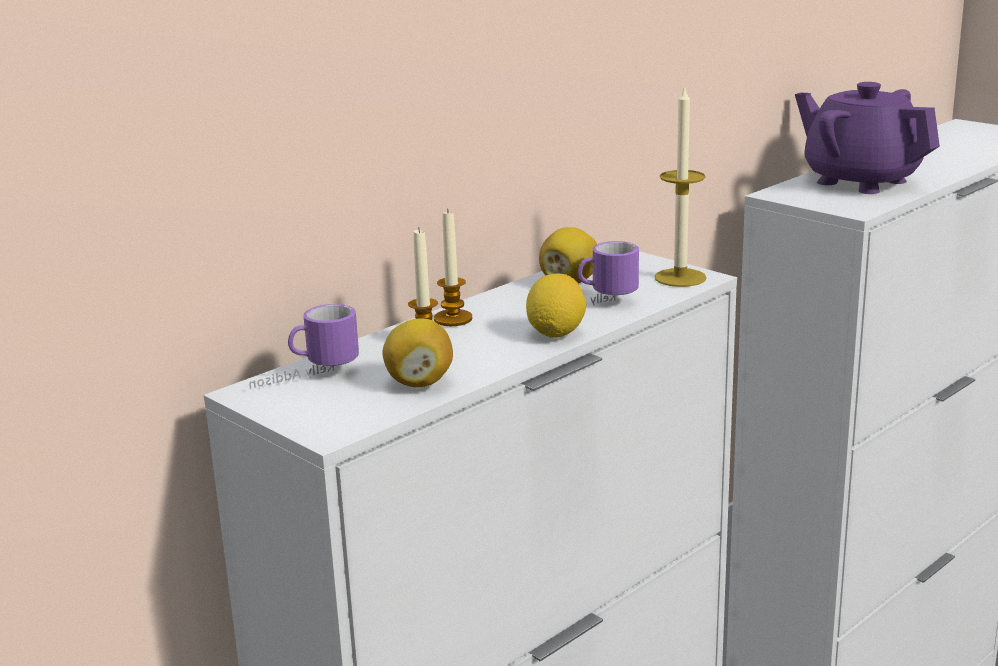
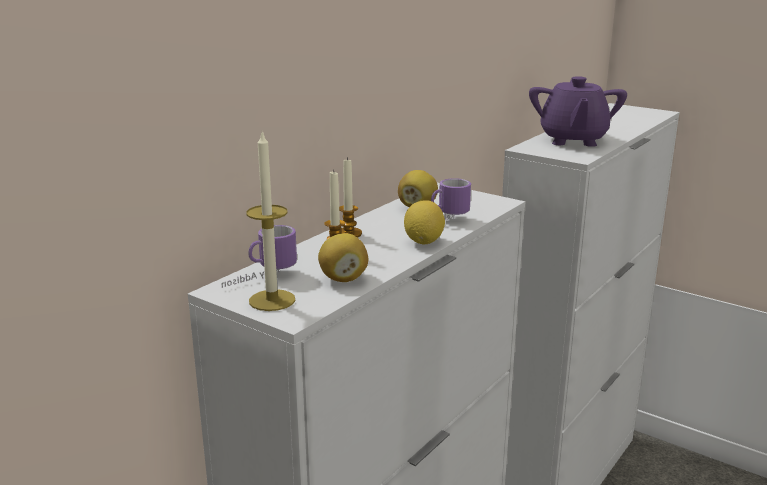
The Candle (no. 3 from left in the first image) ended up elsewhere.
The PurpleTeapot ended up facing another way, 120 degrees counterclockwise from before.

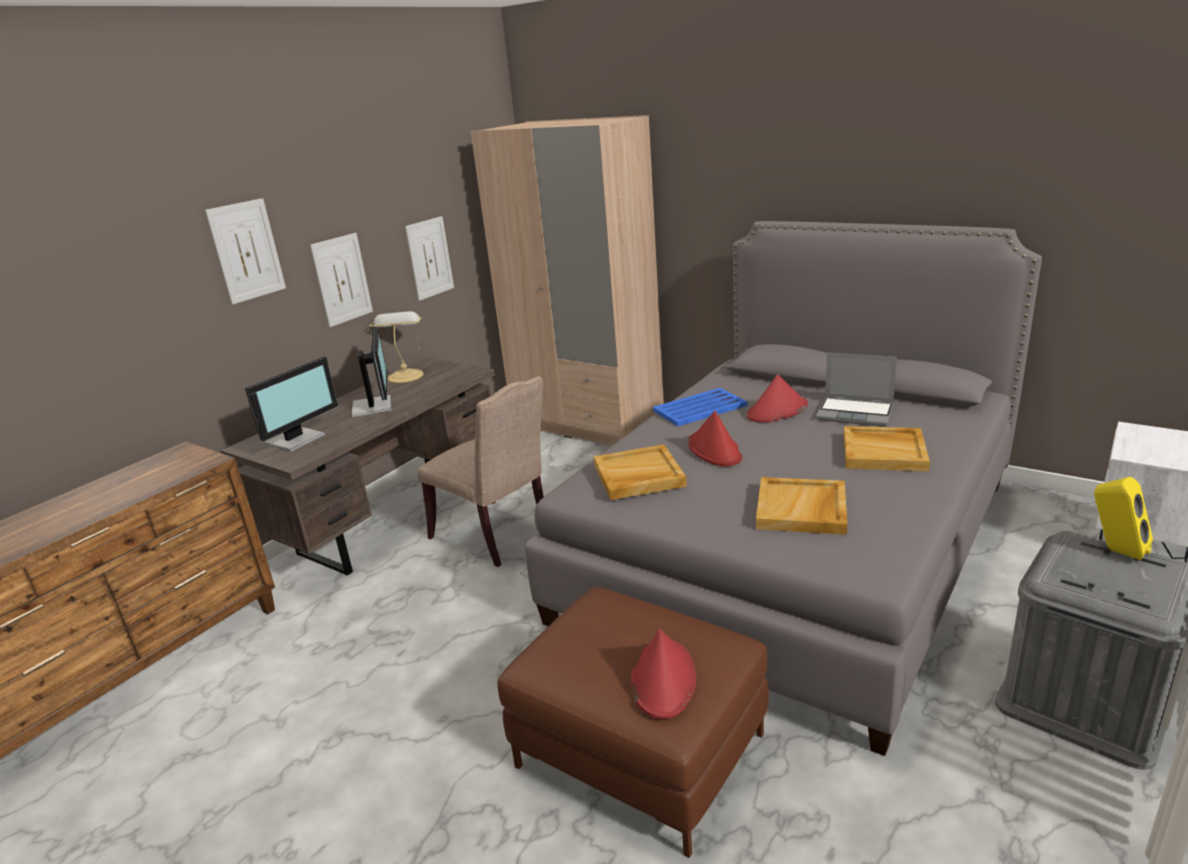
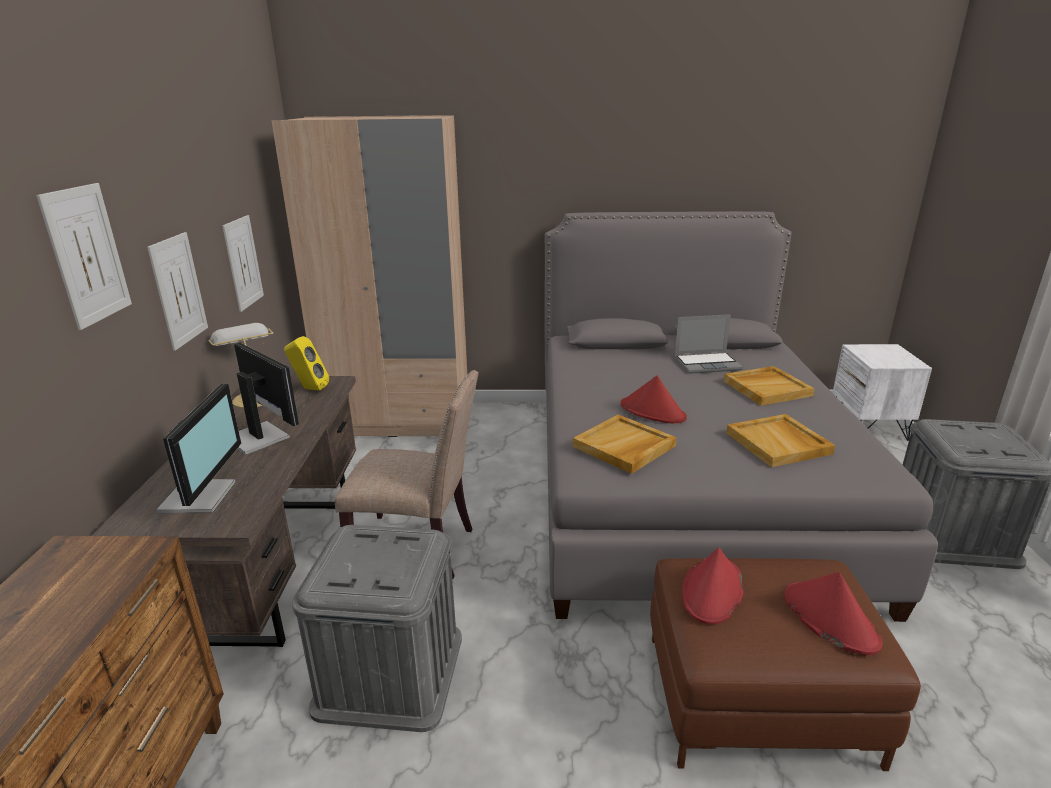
The second view lost the BlueTray.
The second view gained the GreyStorageBox (no. 1 from left).
The RedHat (no. 3 from left in the first image) ended up elsewhere.
The YellowSpeaker ended up elsewhere.

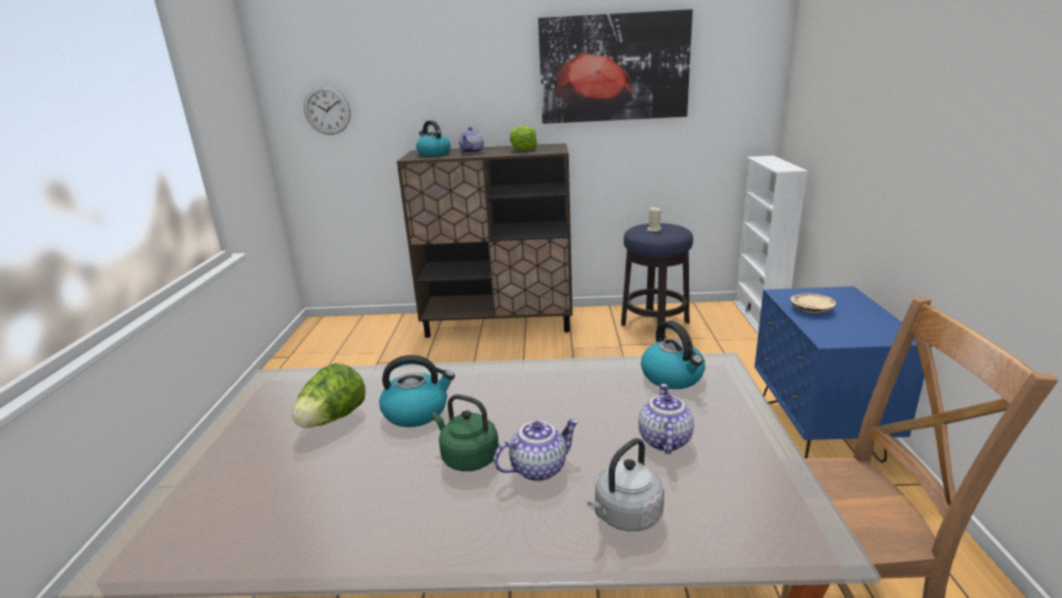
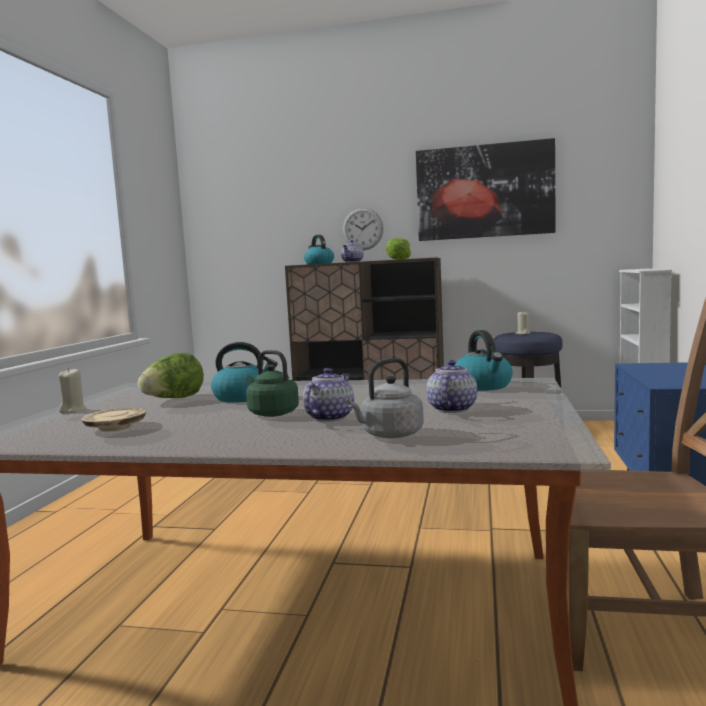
The second view gained the BeigeCandle (no. 1 from left).
The WallClock ended up elsewhere.
The BeigePlate ended up elsewhere.
The Teapot (no. 2 from left in the first image) ended up facing another way, 45 degrees counterclockwise from before.

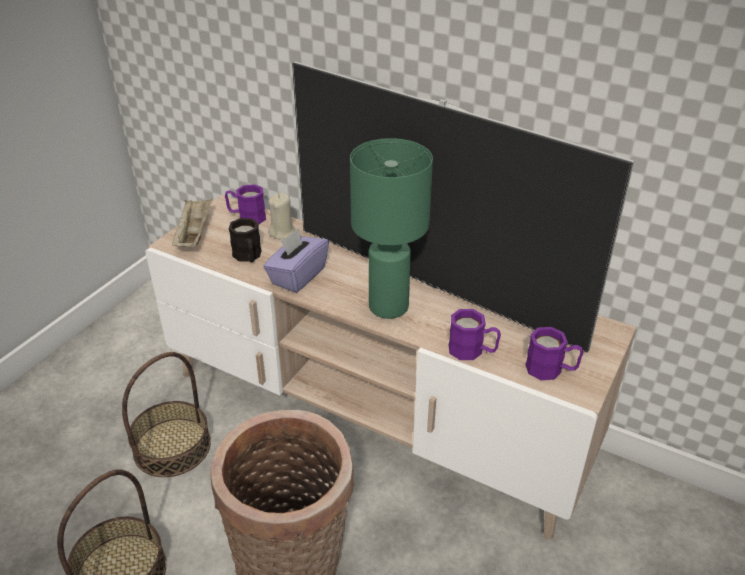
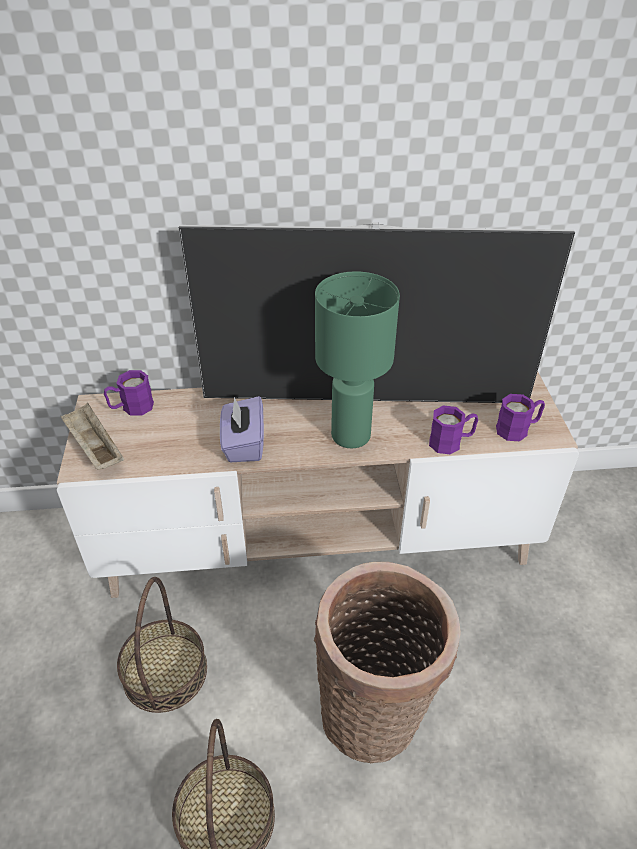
The second view lost the BlackMug.
The second view lost the BeigeCandle.

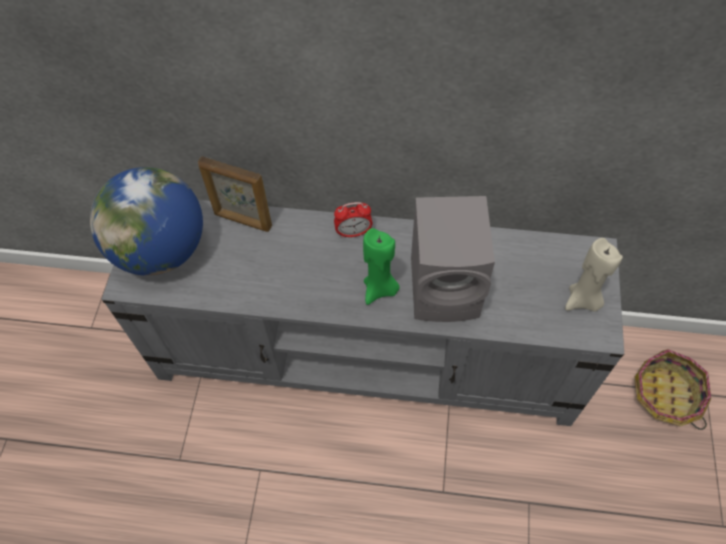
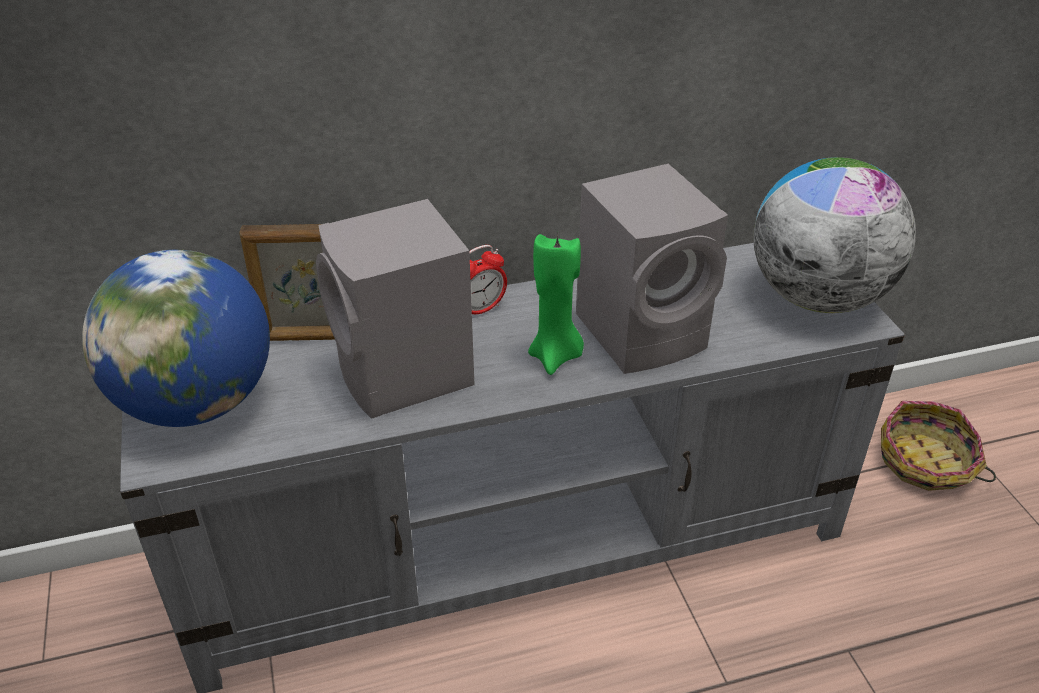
The second view gained the GreySpeaker (no. 1 from left).
Where the BeigeCandle stood, the Globe (no. 2 from left) came to stand.

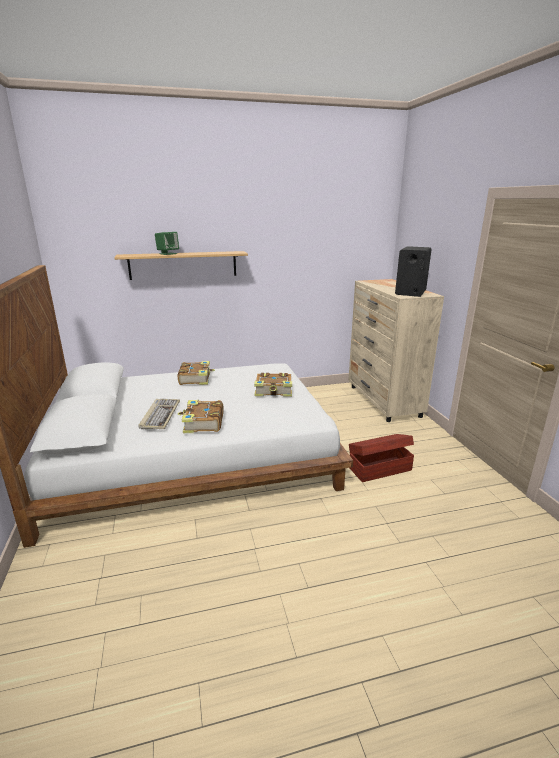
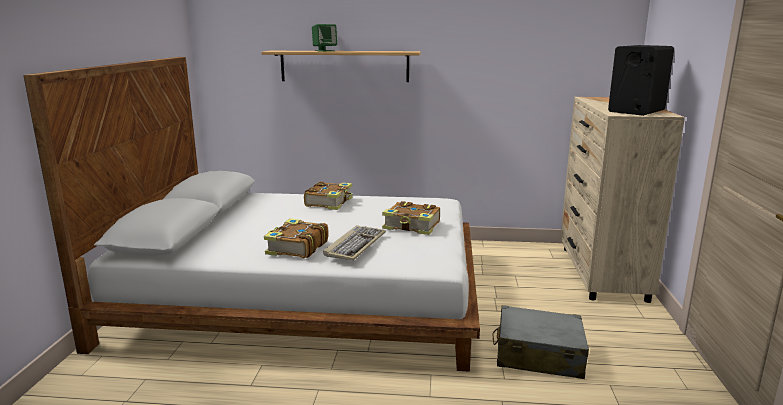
The Keyboard ended up elsewhere.
Where the BrownStorageBox stood, the GreySuitcase came to stand.

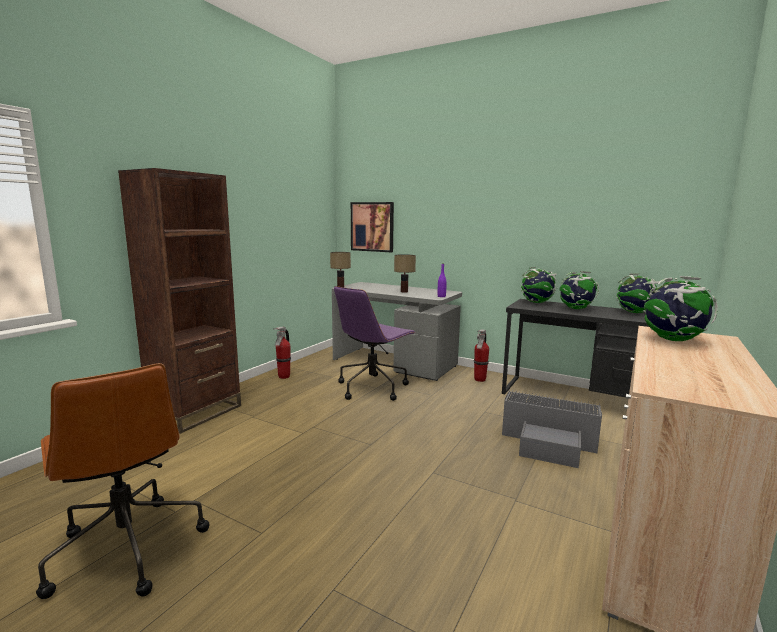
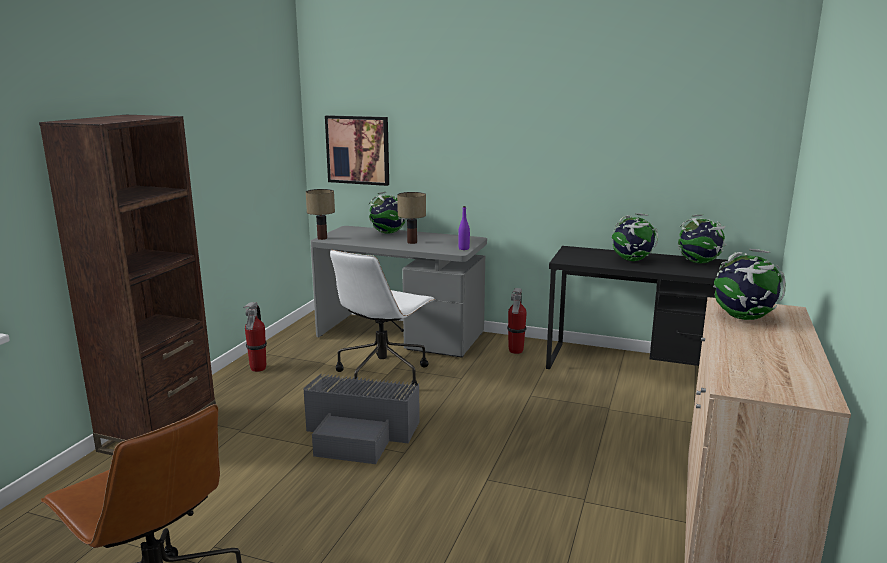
The GreyStorageBox ended up elsewhere.
The Globe (no. 1 from left) ended up elsewhere.
What was the PurpleOfficeChair turned into the WhiteOfficeChair.

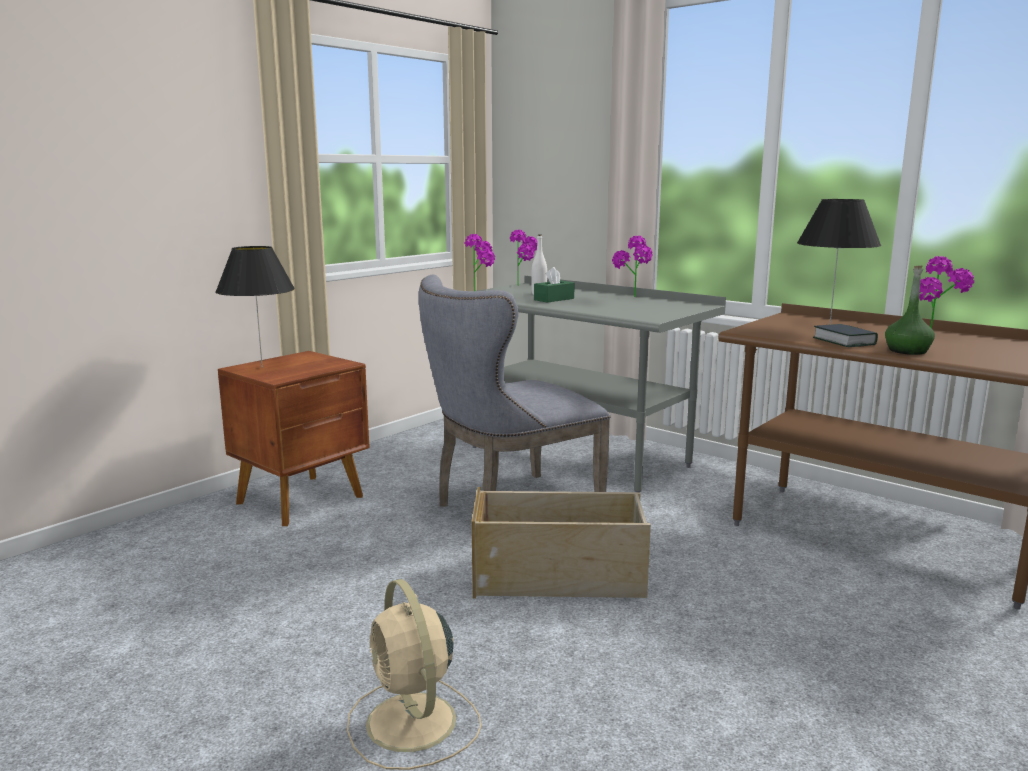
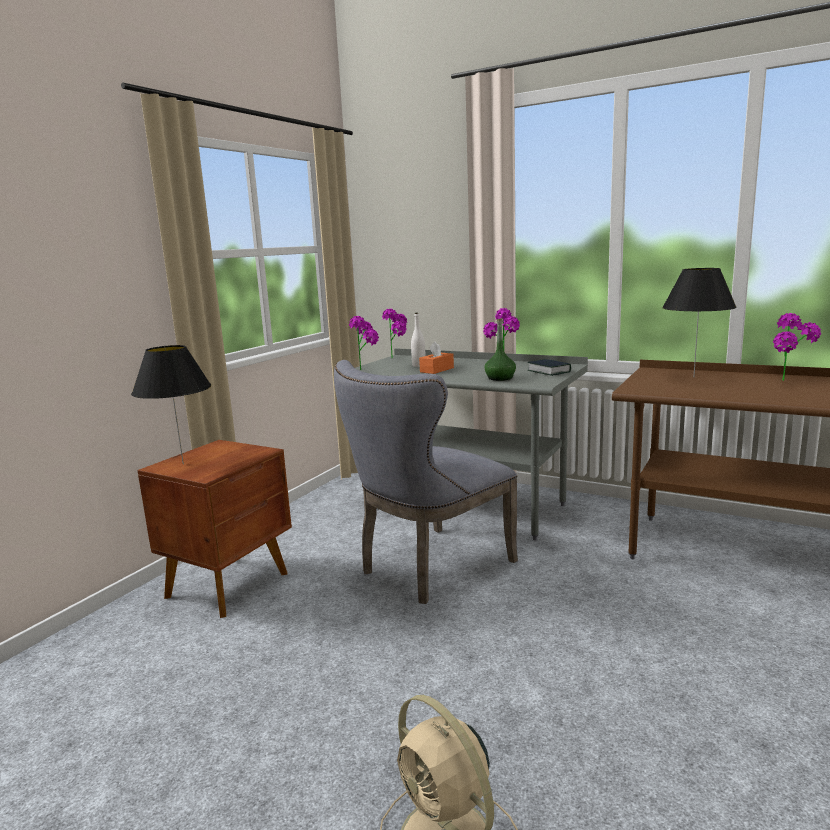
The second view lost the BeigeStorageBox.
The Book ended up elsewhere.
The GreenBottle ended up elsewhere.
What was the GreenTissueBox turned into the OrangeTissueBox.

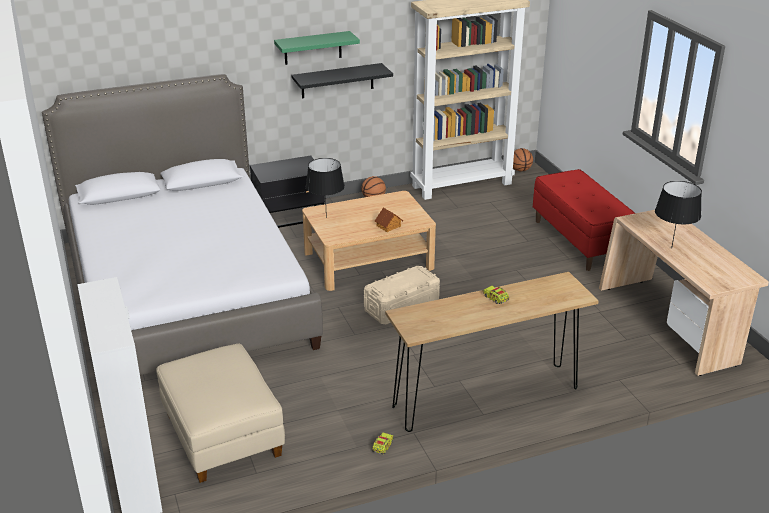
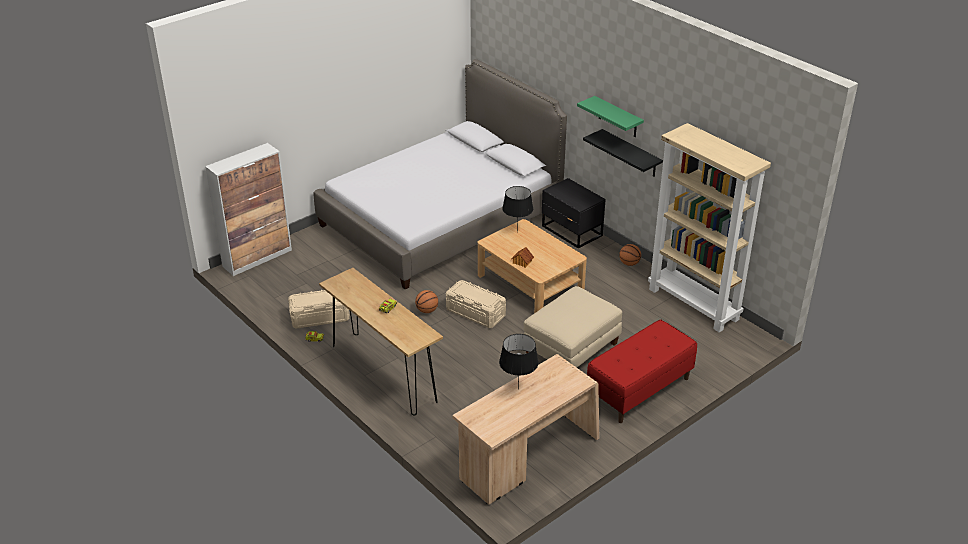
The second view gained the BeigeStorageBox (no. 1 from left).
The BeigeOttoman ended up elsewhere.
The Basketball (no. 2 from left in the first image) ended up elsewhere.

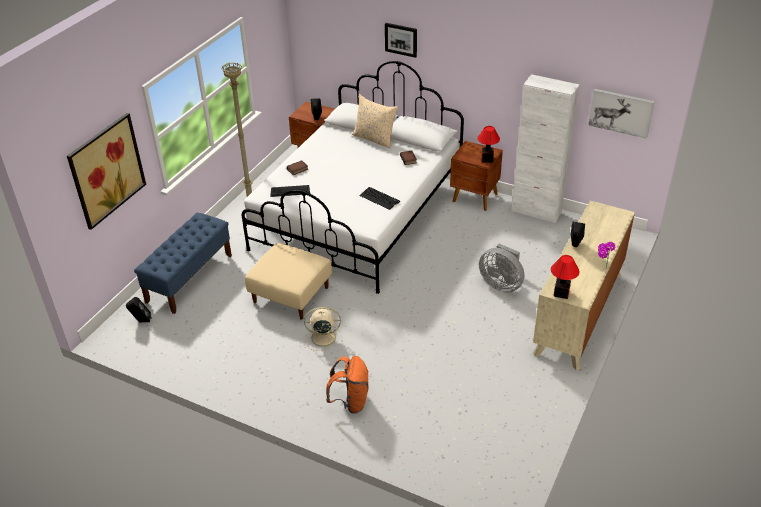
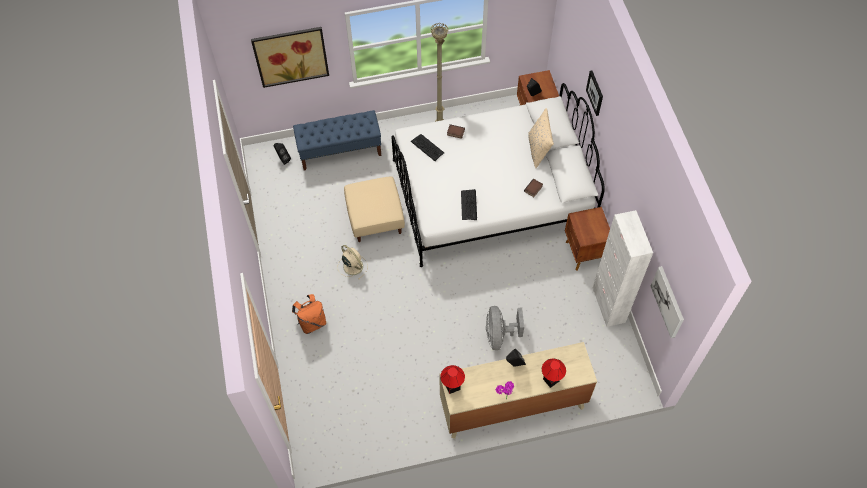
The TableLamp (no. 1 from left in the first image) ended up elsewhere.

